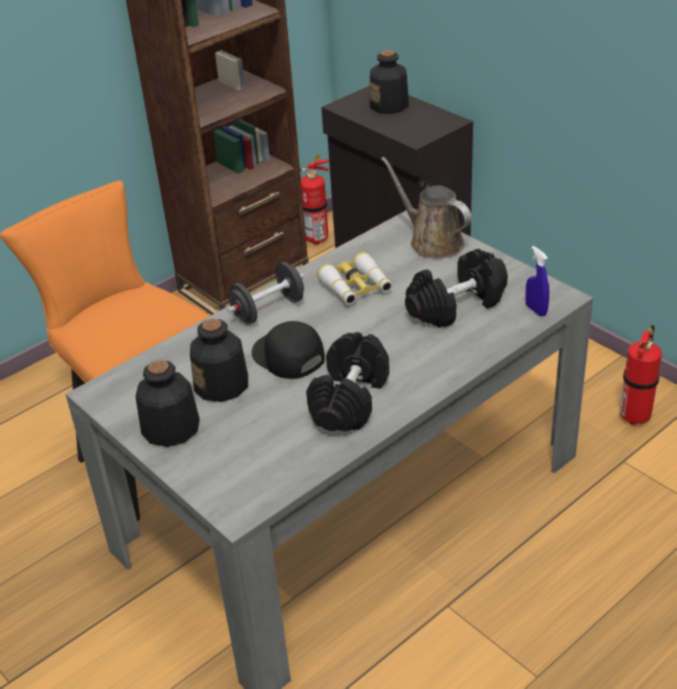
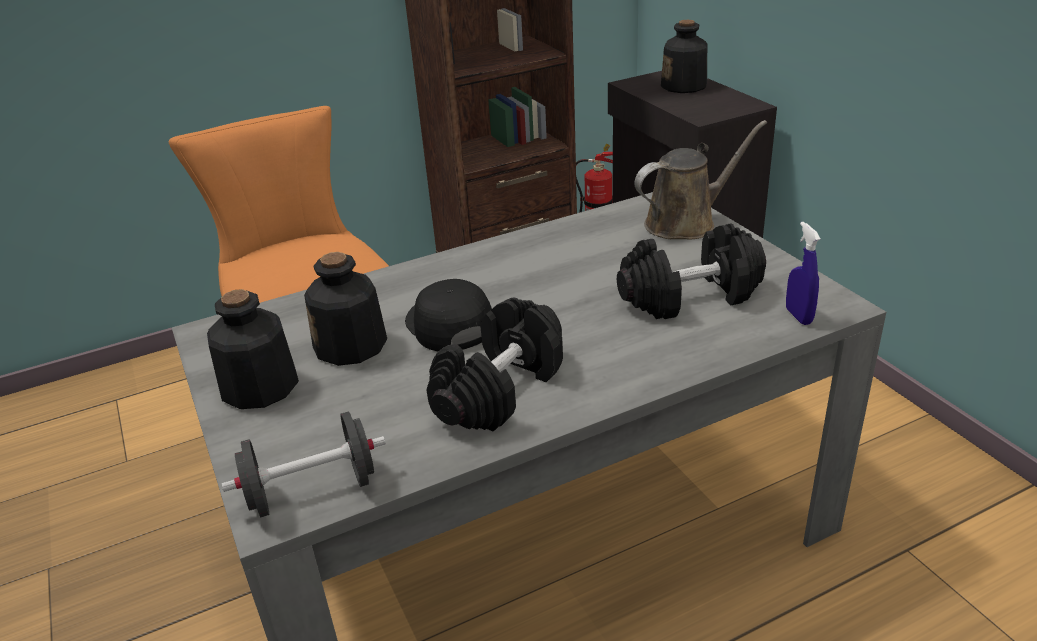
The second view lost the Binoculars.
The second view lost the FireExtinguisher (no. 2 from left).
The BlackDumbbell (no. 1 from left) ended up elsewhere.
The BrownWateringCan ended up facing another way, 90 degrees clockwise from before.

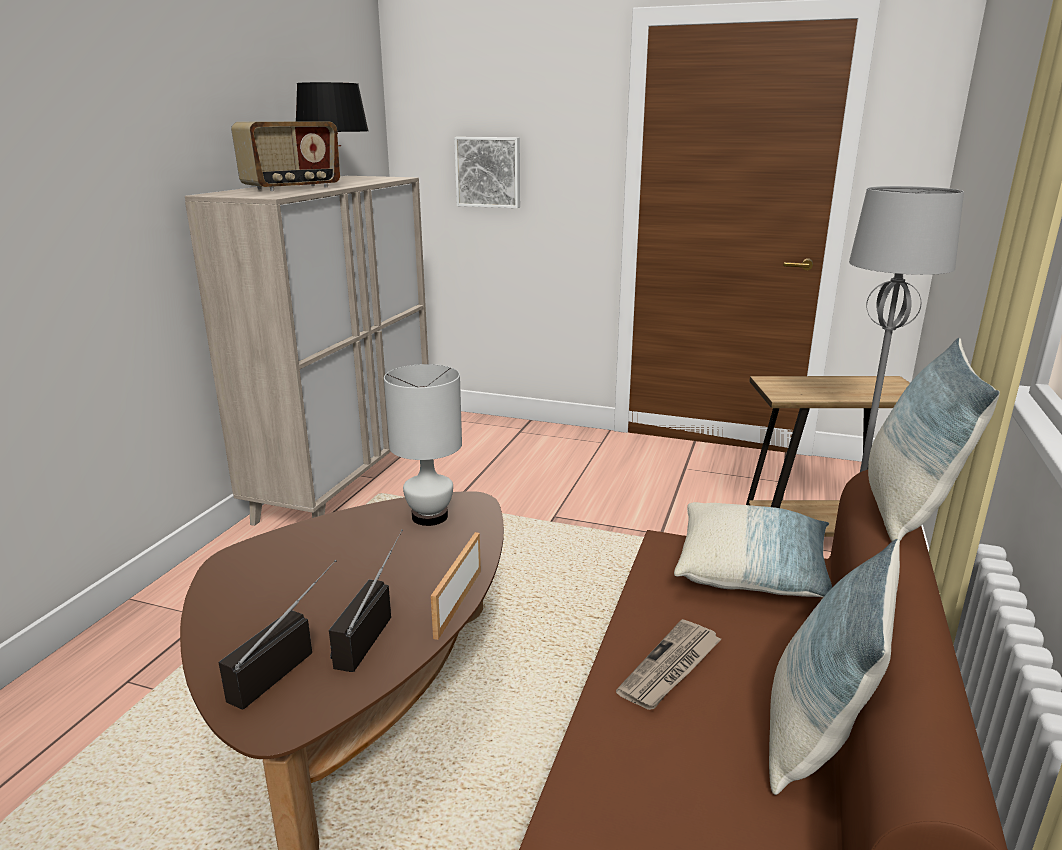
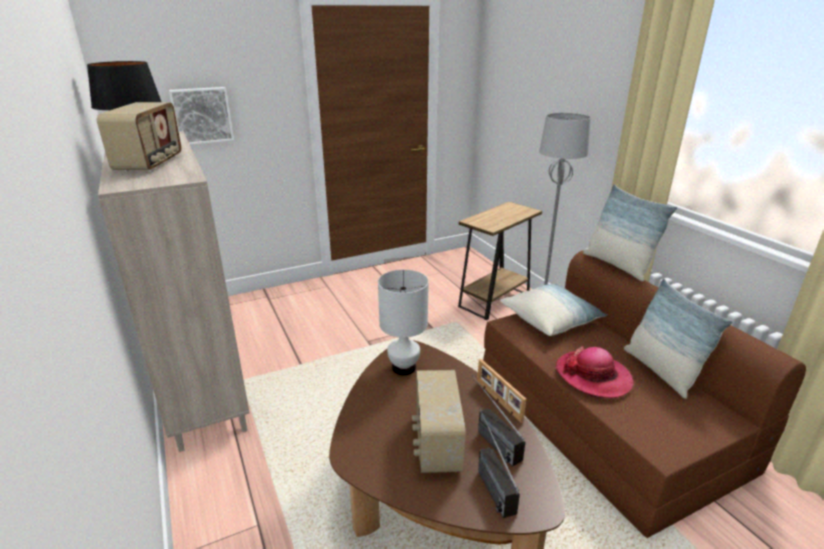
The second view gained the Radio (no. 2 from left).
Where the Newspaper stood, the Hat came to stand.

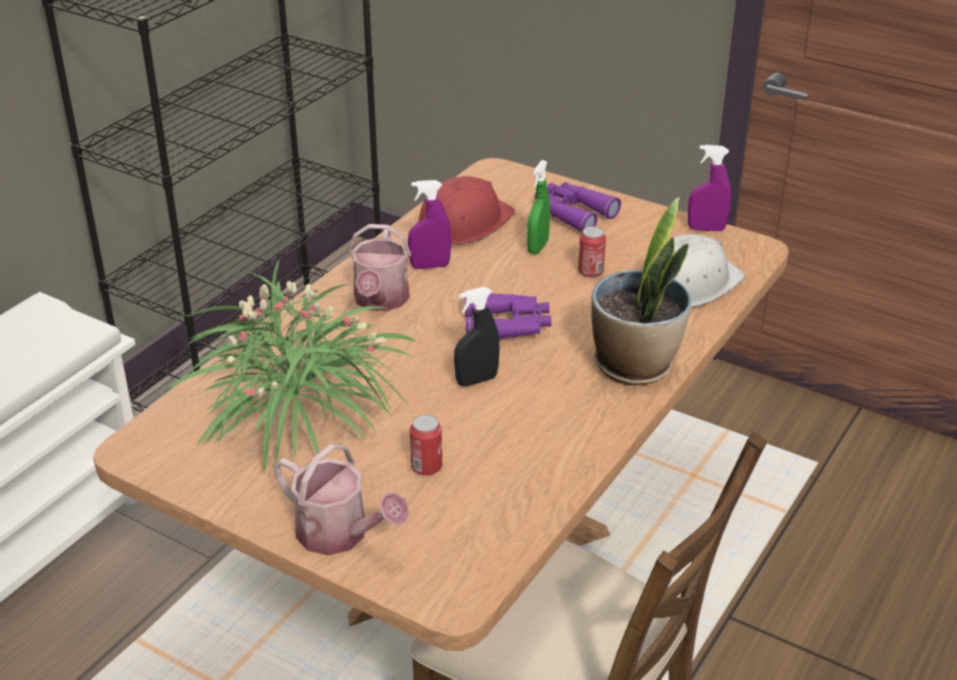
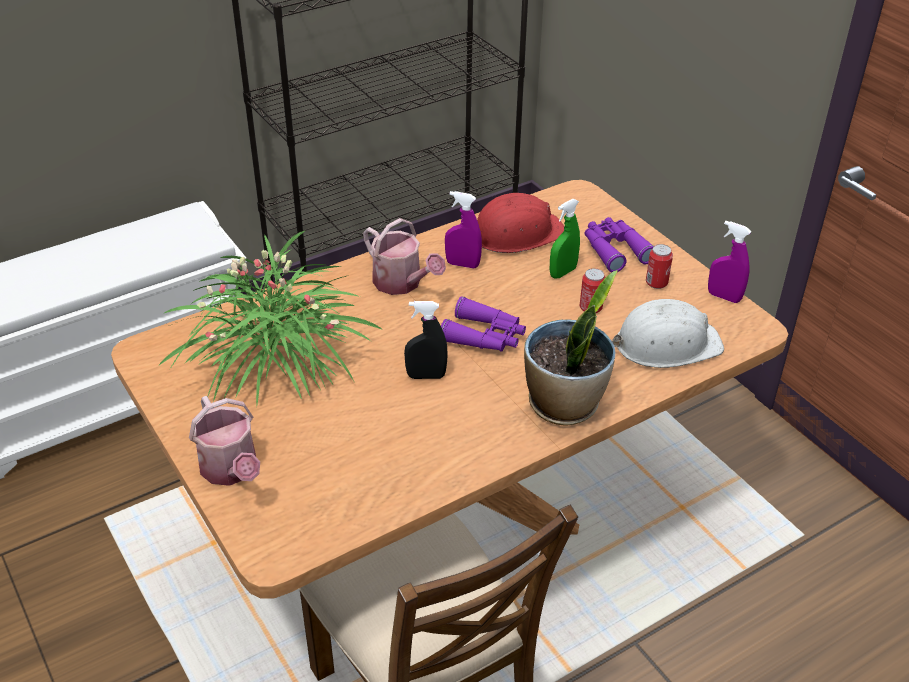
The Can (no. 1 from left in the first image) ended up elsewhere.
The WateringCan (no. 2 from left) ended up facing another way, 75 degrees counterclockwise from before.

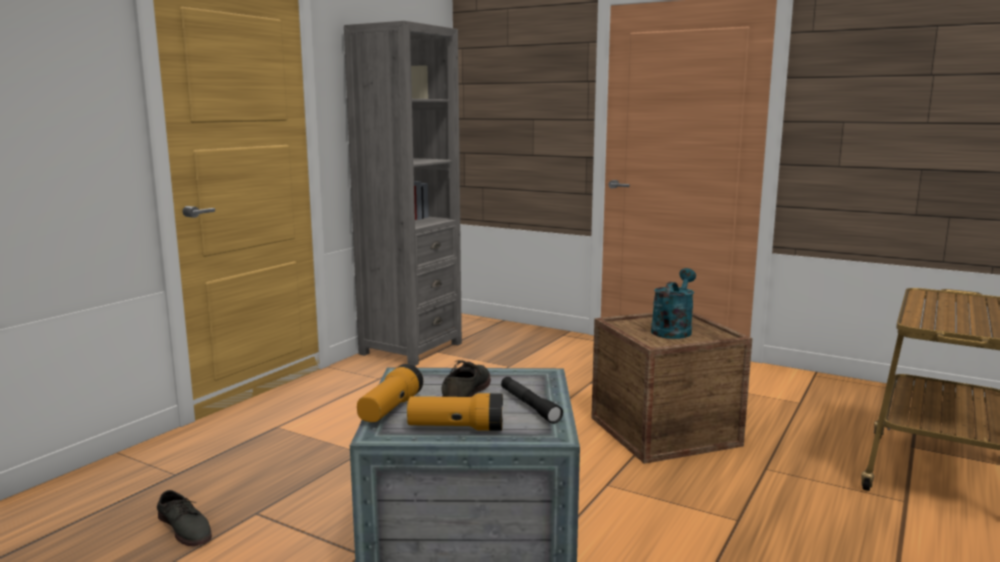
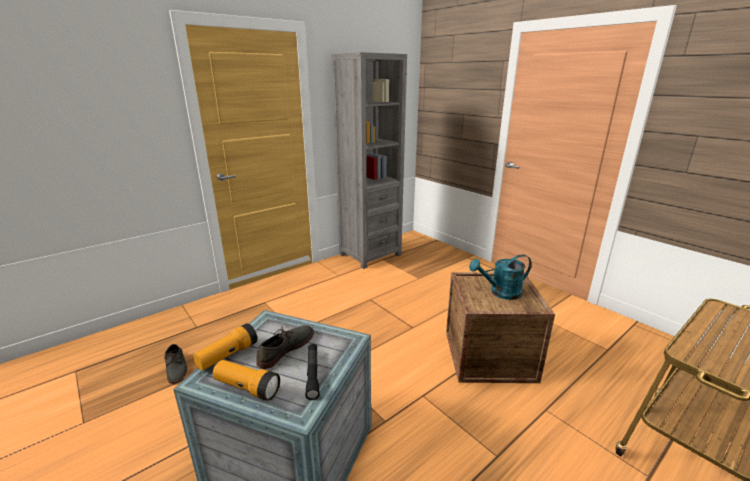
The TurquoiseWateringCan ended up facing another way, 150 degrees counterclockwise from before.

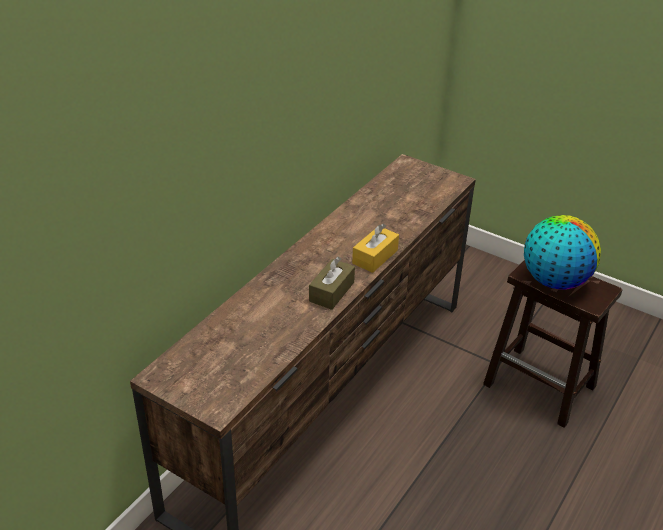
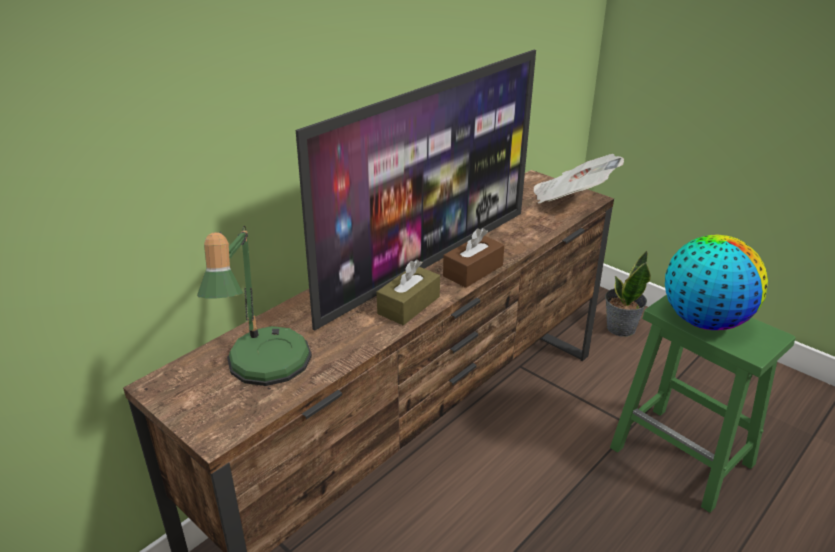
The second view gained the TableLamp.
The second view gained the Television.
The second view gained the Newspaper.
The second view gained the PottedPlant.
What was the YellowTissueBox turned into the BrownTissueBox (no. 2 from left).
What was the BrownStool turned into the GreenStool.

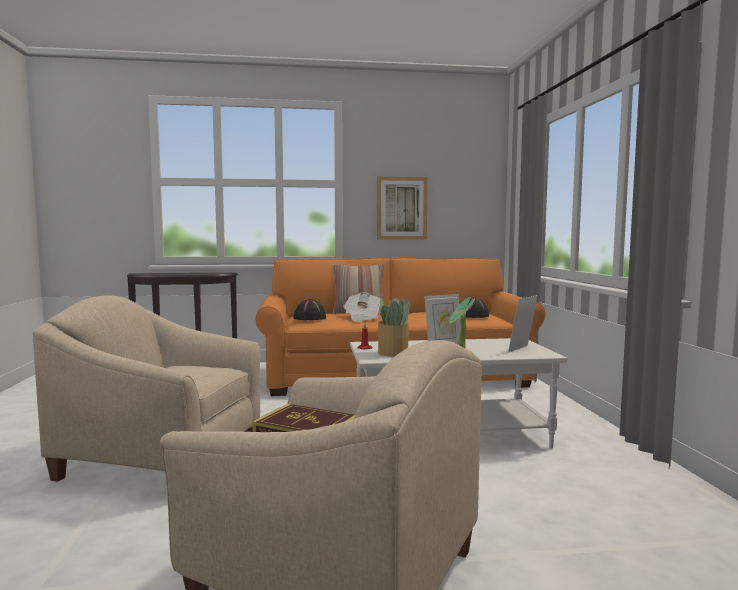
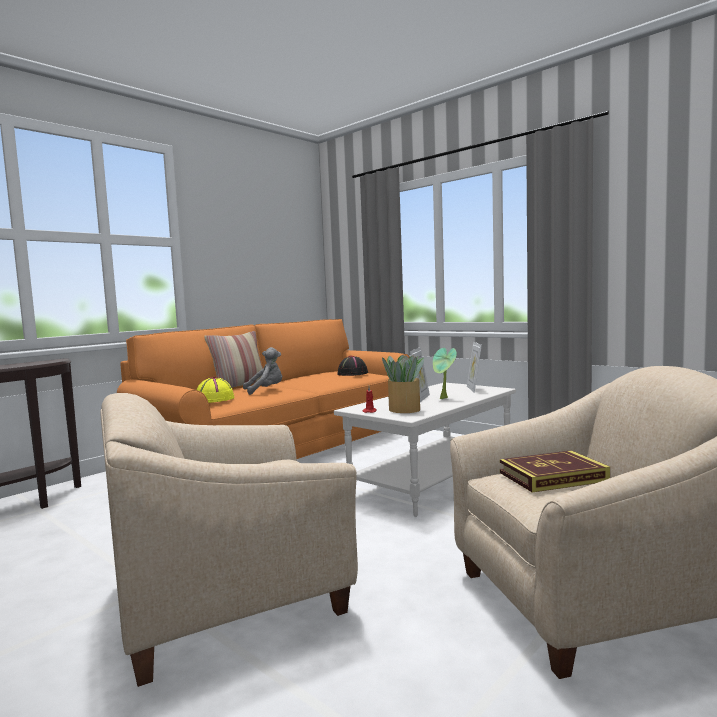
The second view lost the Picture.
Where the Newspaper stood, the GreyPlushToy came to stand.
What was the BlackHat (no. 1 from left) turned into the YellowHat.

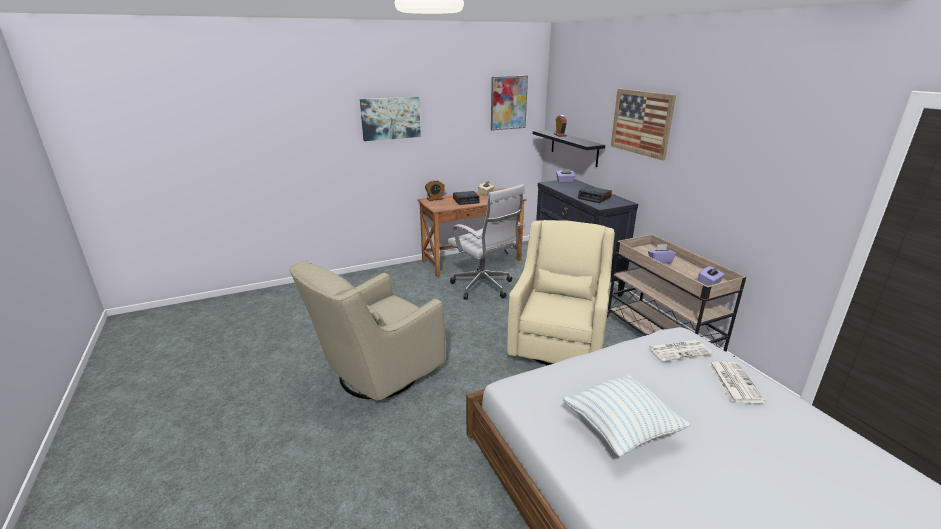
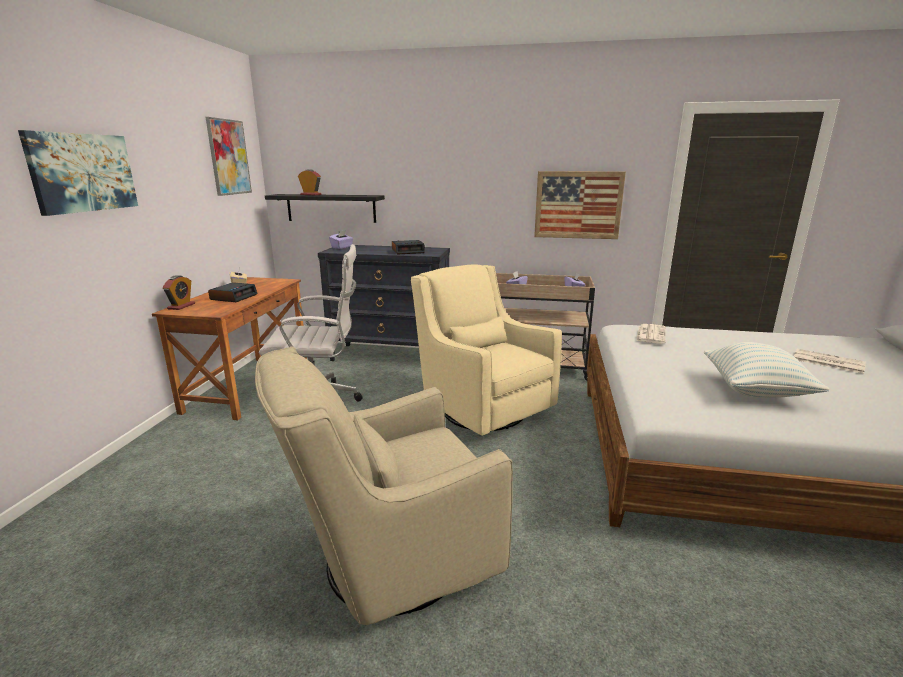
The Picture (no. 3 from left) ended up elsewhere.
The Newspaper (no. 2 from left) ended up elsewhere.
The BeigeArmchair (no. 1 from left) ended up facing another way, 75 degrees clockwise from before.

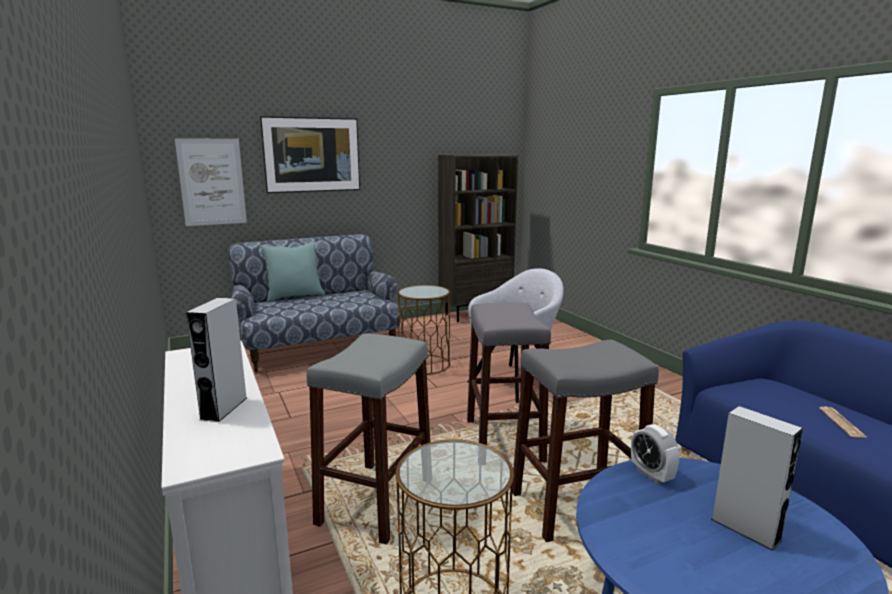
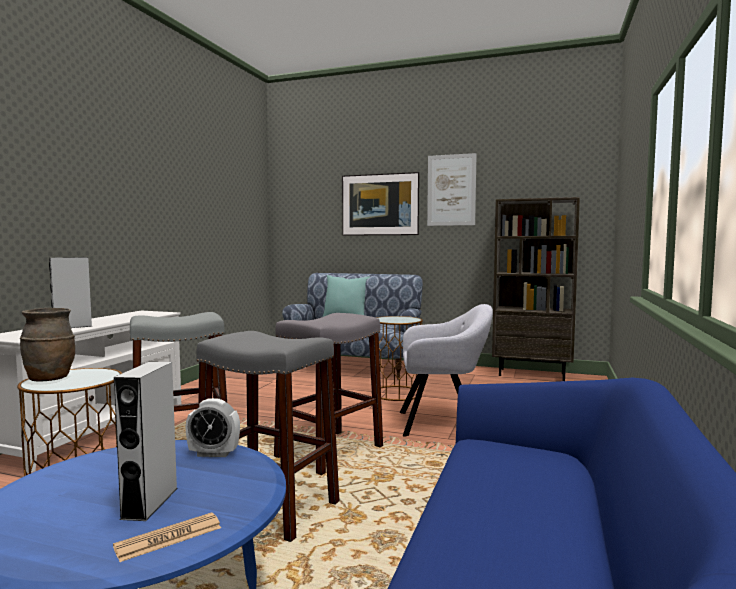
The second view gained the BrownVase.
The Picture (no. 1 from left in the first image) ended up elsewhere.
The Newspaper ended up elsewhere.
The AlarmClock ended up facing another way, 105 degrees counterclockwise from before.

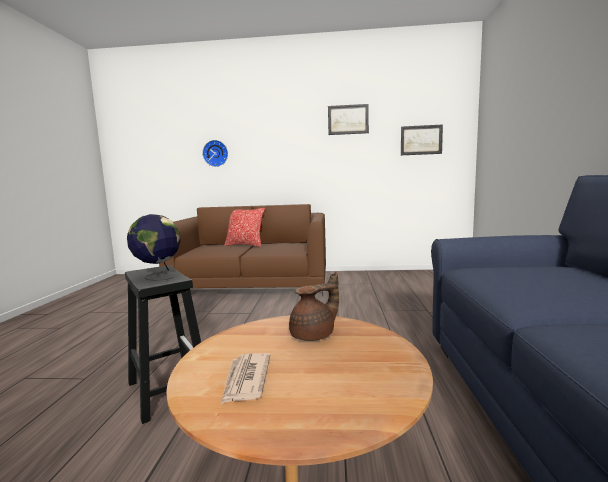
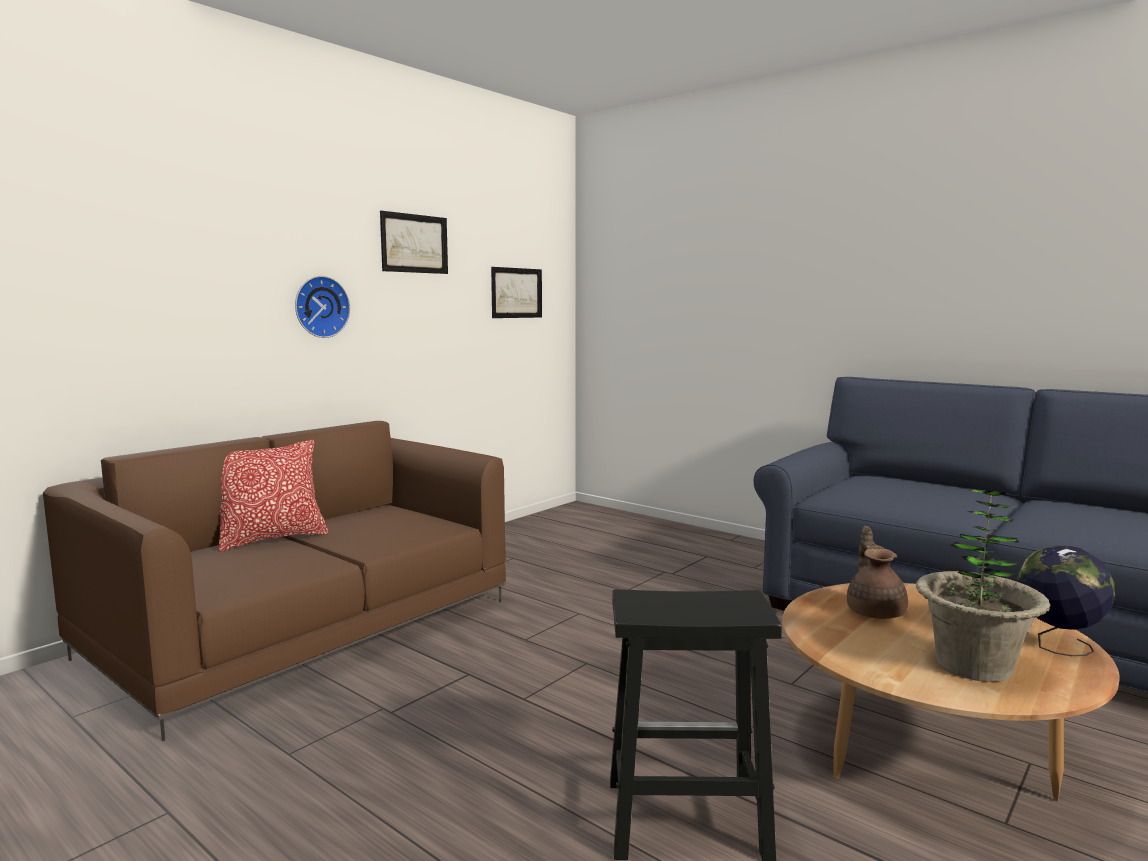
The Globe ended up elsewhere.
The WallClock ended up elsewhere.
Where the Newspaper stood, the PottedPlant came to stand.

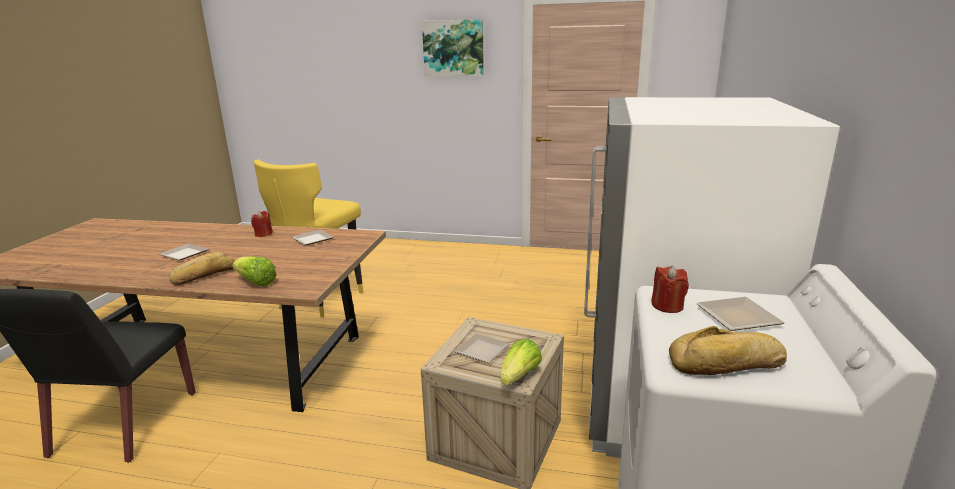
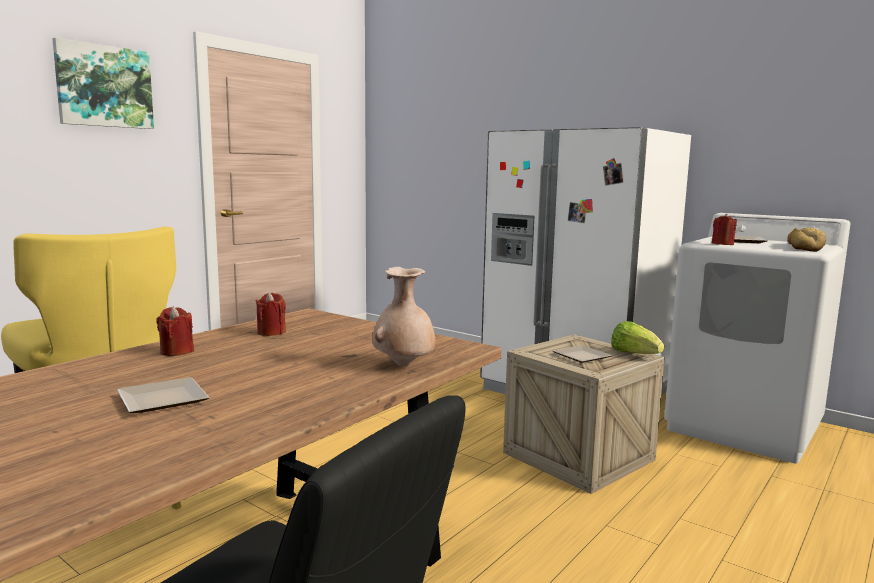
The second view lost the Bread (no. 1 from left).
Where the Lettuce (no. 1 from left) stood, the BeigeVase came to stand.
Where the Plate (no. 2 from left) stood, the RedCandle (no. 2 from left) came to stand.

